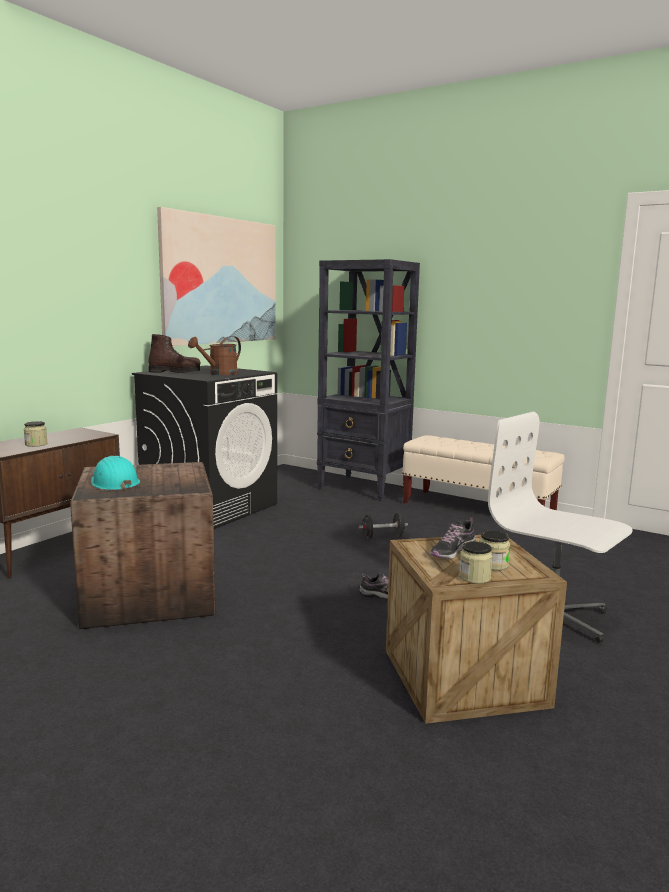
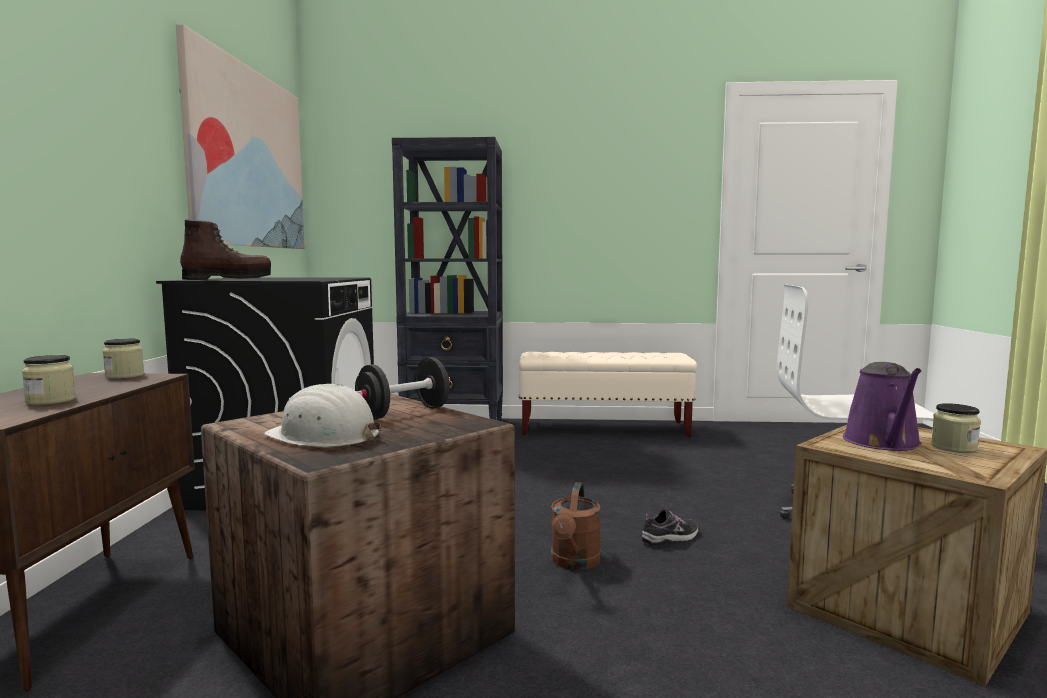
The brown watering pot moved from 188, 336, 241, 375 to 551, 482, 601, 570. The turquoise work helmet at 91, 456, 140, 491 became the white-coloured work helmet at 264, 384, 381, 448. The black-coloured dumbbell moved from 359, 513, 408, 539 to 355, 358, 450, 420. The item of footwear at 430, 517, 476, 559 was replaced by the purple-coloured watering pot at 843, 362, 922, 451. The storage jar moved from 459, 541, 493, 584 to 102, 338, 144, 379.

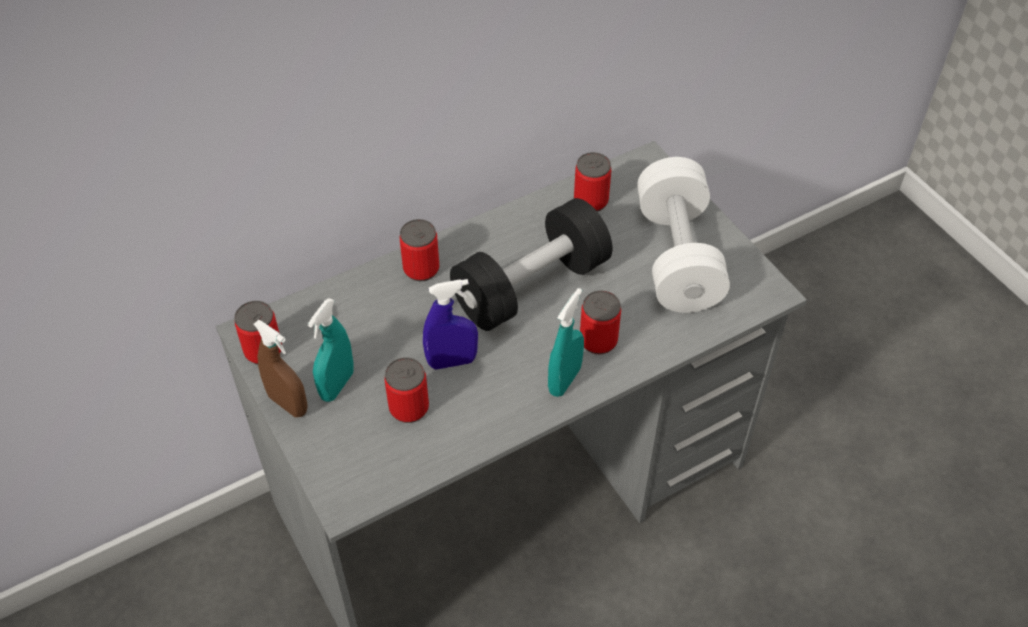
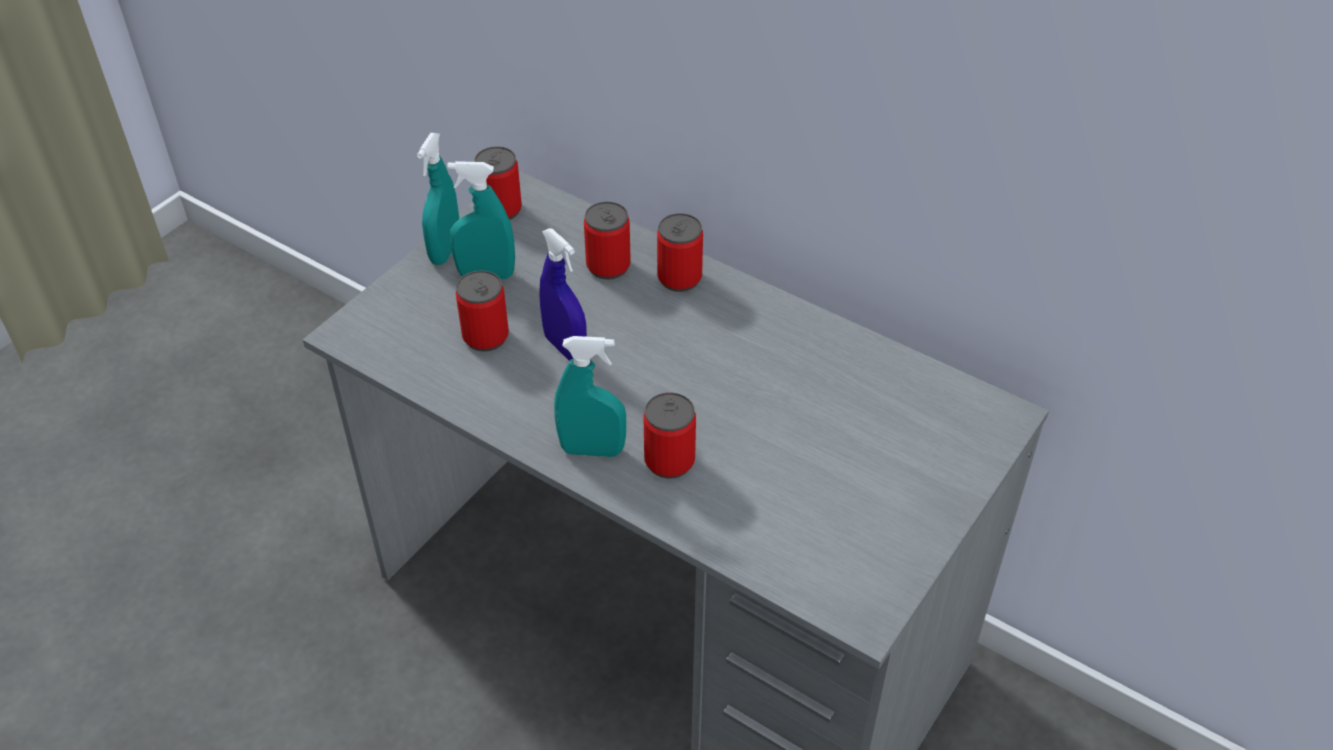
The can moved from 574, 152, 611, 212 to 584, 202, 631, 279. The white-coloured dumbbell at 637, 157, 730, 313 disappeared. The black-coloured dumbbell at 450, 198, 612, 331 disappeared. The brown hand sprayer at 254, 320, 307, 417 became the turquoise hand sprayer at 417, 133, 459, 265.

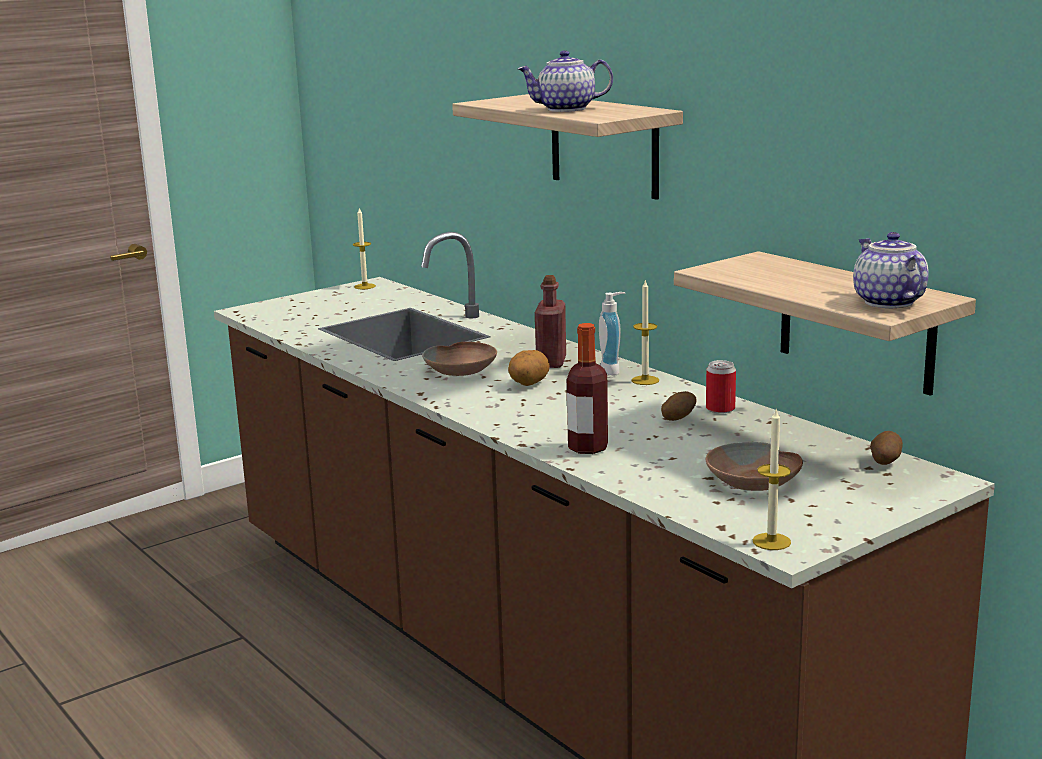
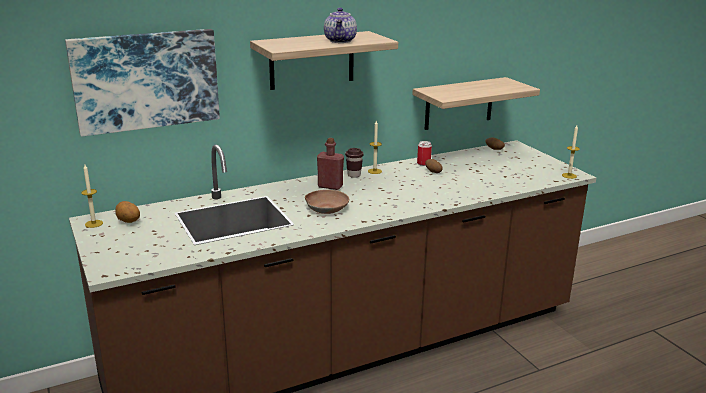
The pot for tea at 853, 232, 929, 308 disappeared. The liquid soap bottle at 599, 292, 625, 375 was replaced by the brown drinking cup at 345, 148, 364, 178. The beverage bottle at 567, 323, 608, 454 disappeared. The whole potato moved from 508, 350, 550, 386 to 115, 201, 140, 223. The brown deep dish at 706, 442, 803, 491 disappeared. The picture at 65, 29, 220, 137 appeared.

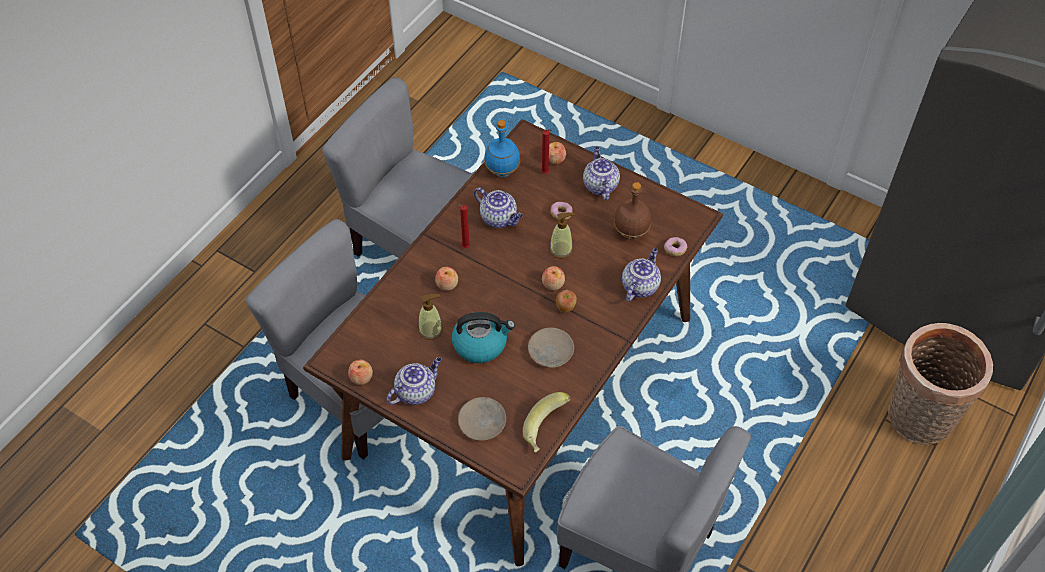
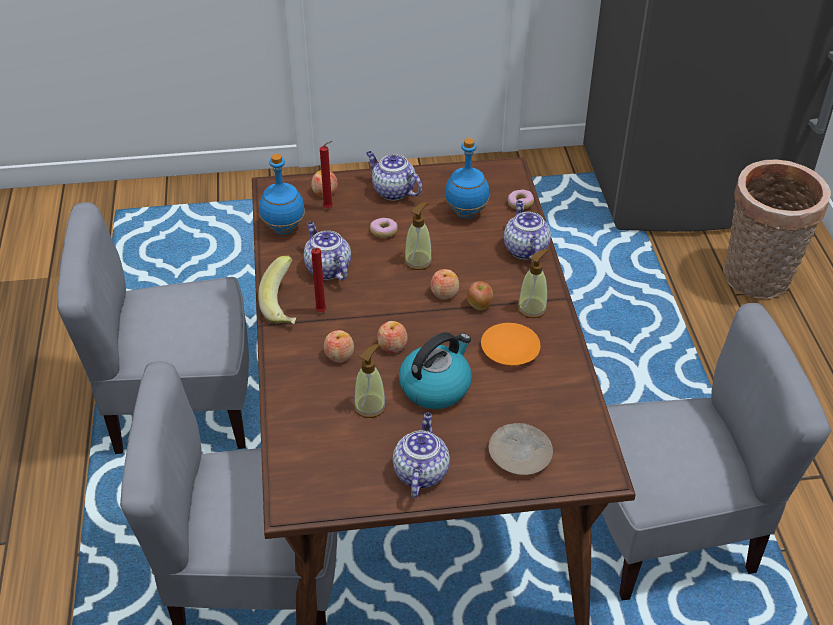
The brown beverage bottle at 614, 182, 651, 239 became the blue-coloured beverage bottle at 445, 138, 489, 218. The pot for tea at 474, 187, 523, 228 turned 120 degrees counterclockwise. The sand-coloured flat dish at 528, 328, 574, 368 became the orangey flat dish at 481, 323, 540, 366. The whole apple moved from 348, 360, 373, 385 to 377, 321, 408, 353. The banana fruit moved from 523, 392, 570, 453 to 258, 255, 296, 324. The liquid soap bottle at 517, 249, 549, 318 appeared.

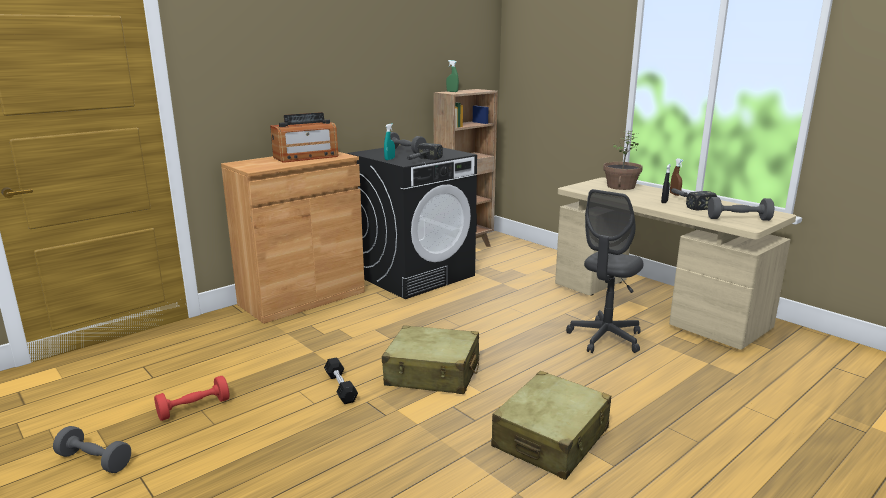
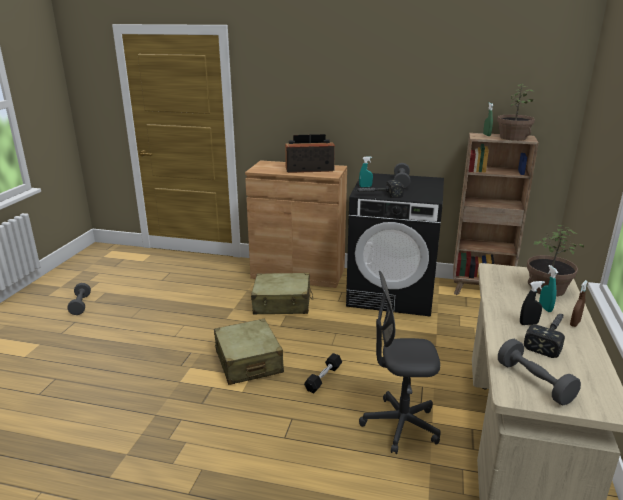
The radio at 270, 112, 339, 163 turned 150 degrees clockwise. The black-coloured dumbbell moved from 324, 357, 358, 404 to 304, 353, 342, 393. The sand-coloured suitcase moved from 491, 371, 611, 480 to 251, 273, 313, 314. The reddish dumbbell at 154, 376, 230, 421 disappeared. The plant in a pot at 497, 84, 535, 141 appeared. The turquoise hand sprayer at 539, 265, 558, 312 appeared.

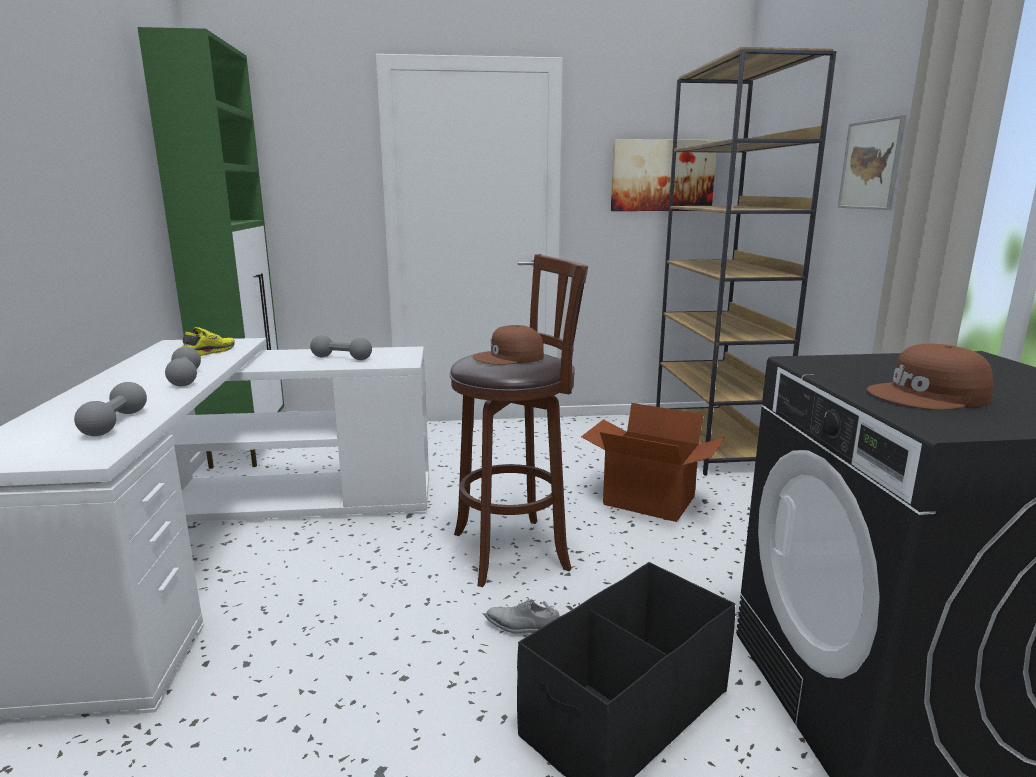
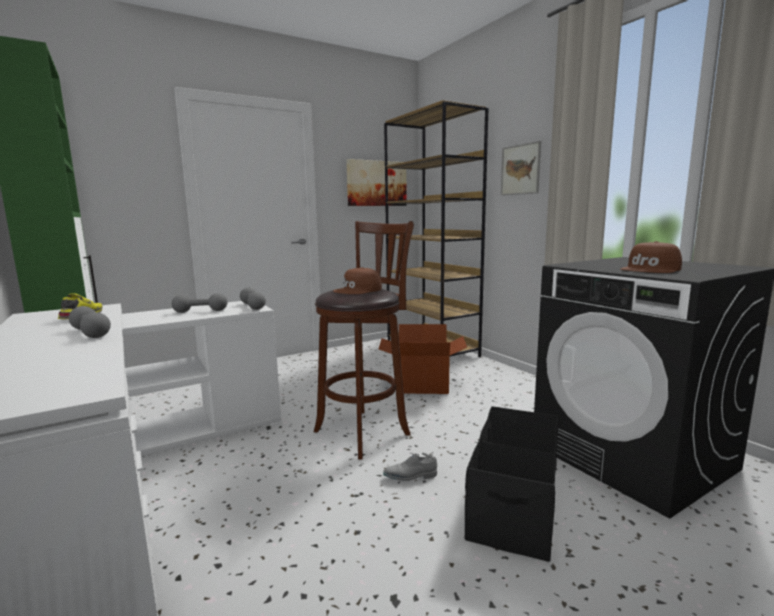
The grey dumbbell moved from 74, 382, 147, 436 to 240, 288, 266, 310.

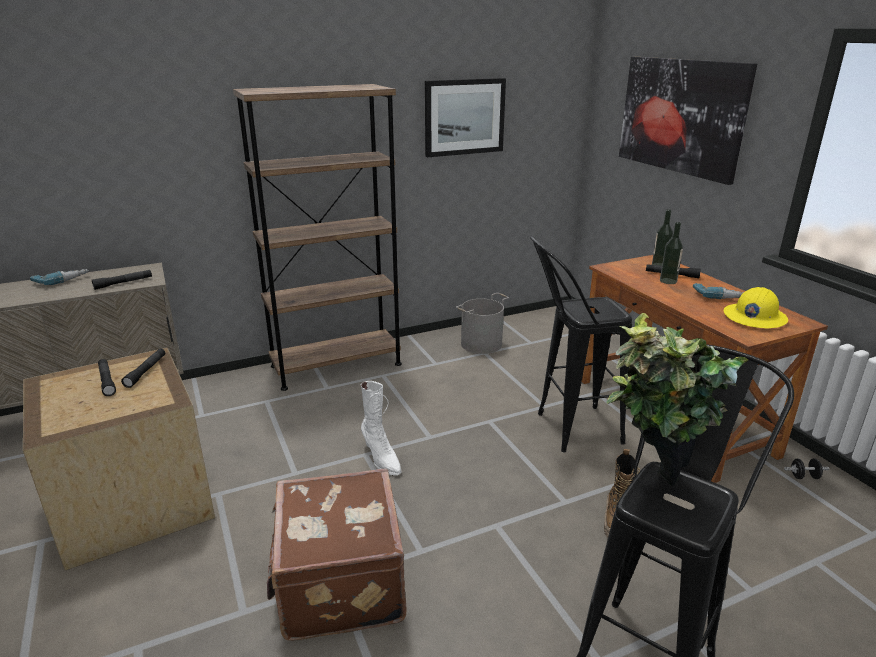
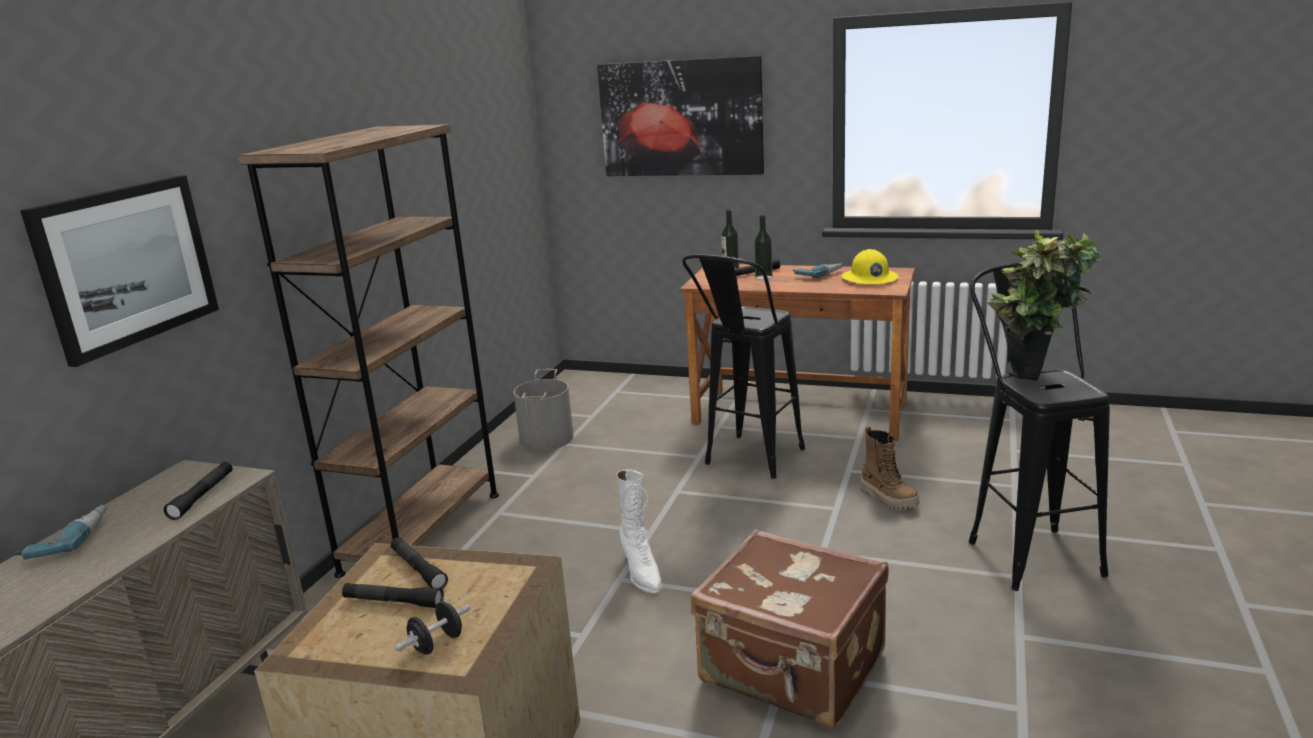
The picture moved from 425, 78, 506, 157 to 20, 176, 219, 367. The white-coloured boot at 361, 381, 401, 476 turned 60 degrees clockwise. The black-coloured dumbbell moved from 784, 458, 829, 479 to 395, 601, 471, 655.

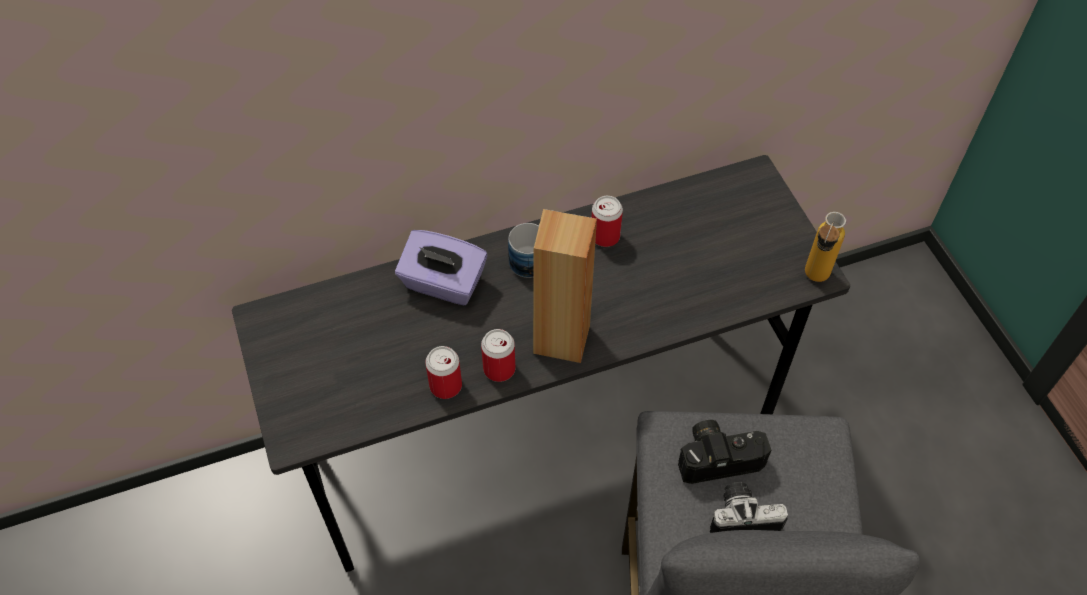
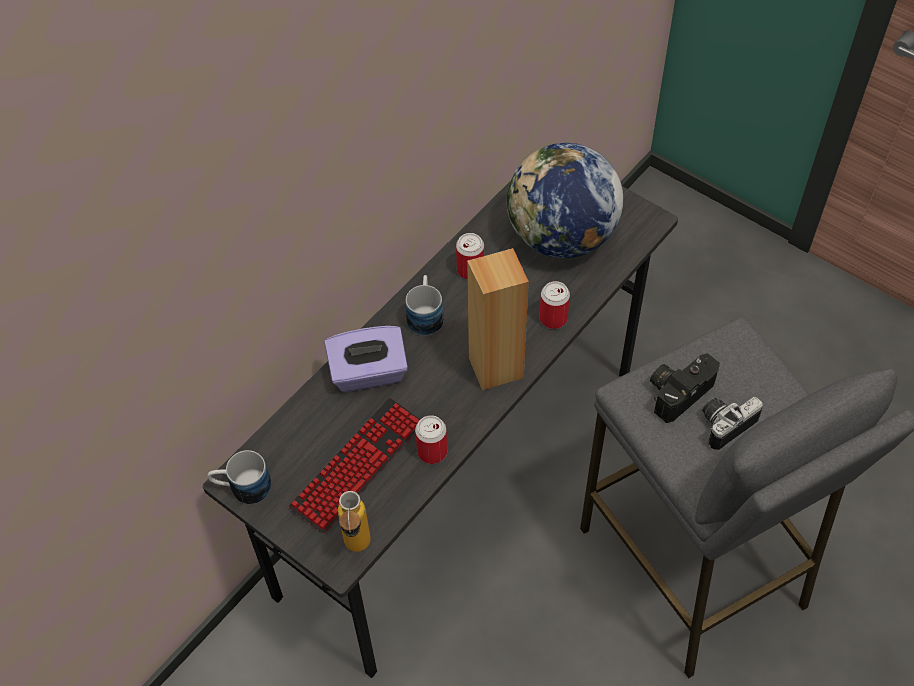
The beverage bottle moved from 805, 212, 846, 282 to 338, 491, 371, 552. The can moved from 481, 329, 516, 382 to 539, 281, 570, 329. The world globe at 507, 143, 623, 258 appeared. The computer keyboard at 288, 398, 421, 534 appeared. The mug at 207, 450, 272, 504 appeared.

